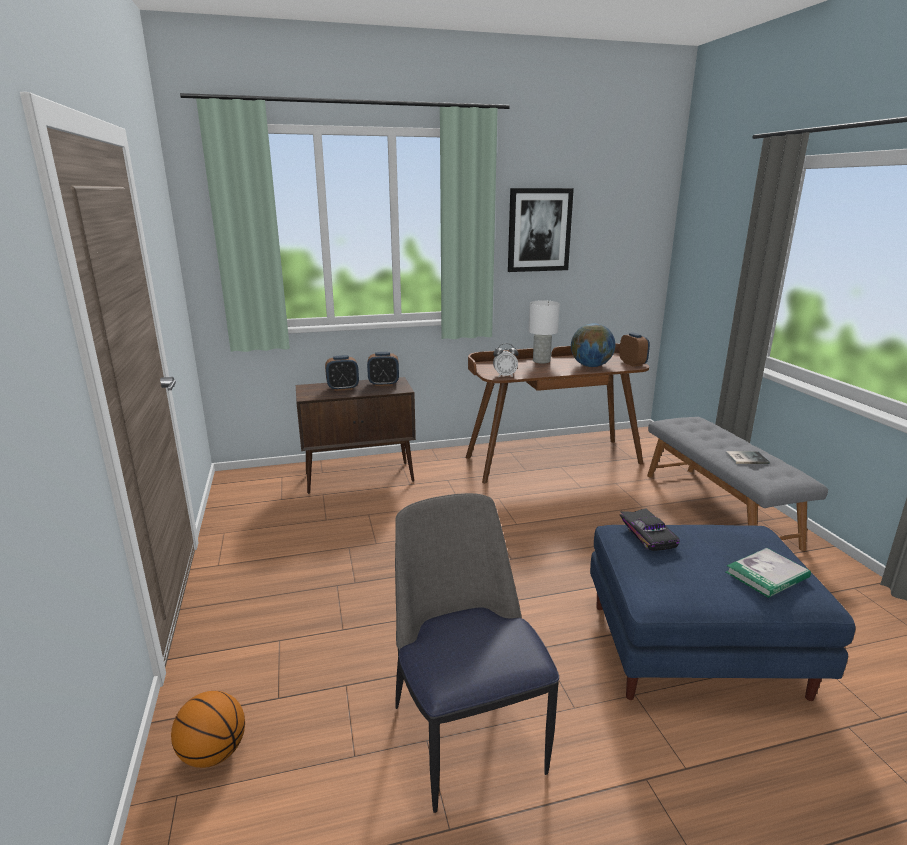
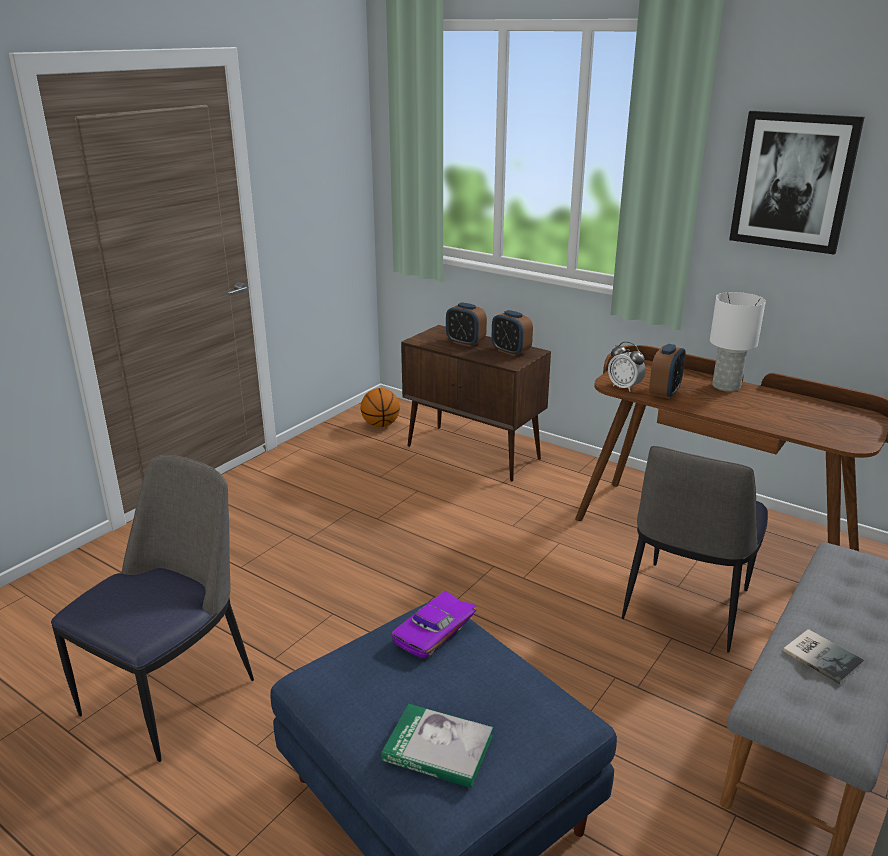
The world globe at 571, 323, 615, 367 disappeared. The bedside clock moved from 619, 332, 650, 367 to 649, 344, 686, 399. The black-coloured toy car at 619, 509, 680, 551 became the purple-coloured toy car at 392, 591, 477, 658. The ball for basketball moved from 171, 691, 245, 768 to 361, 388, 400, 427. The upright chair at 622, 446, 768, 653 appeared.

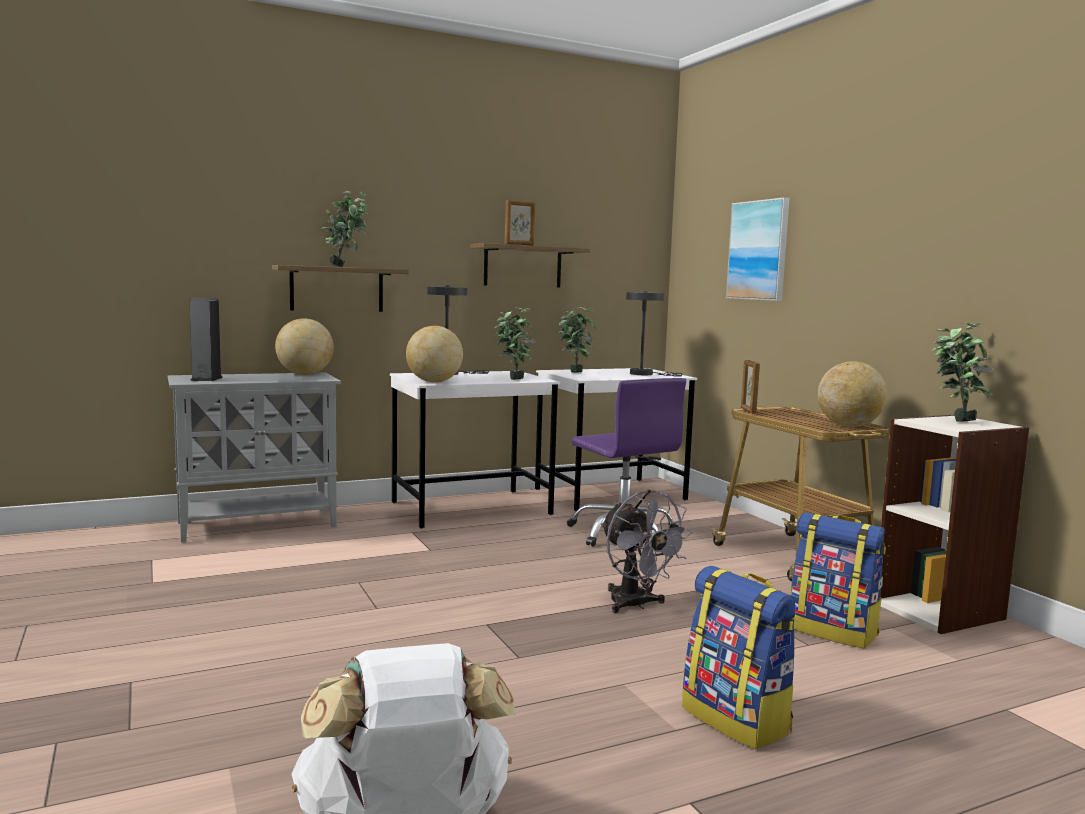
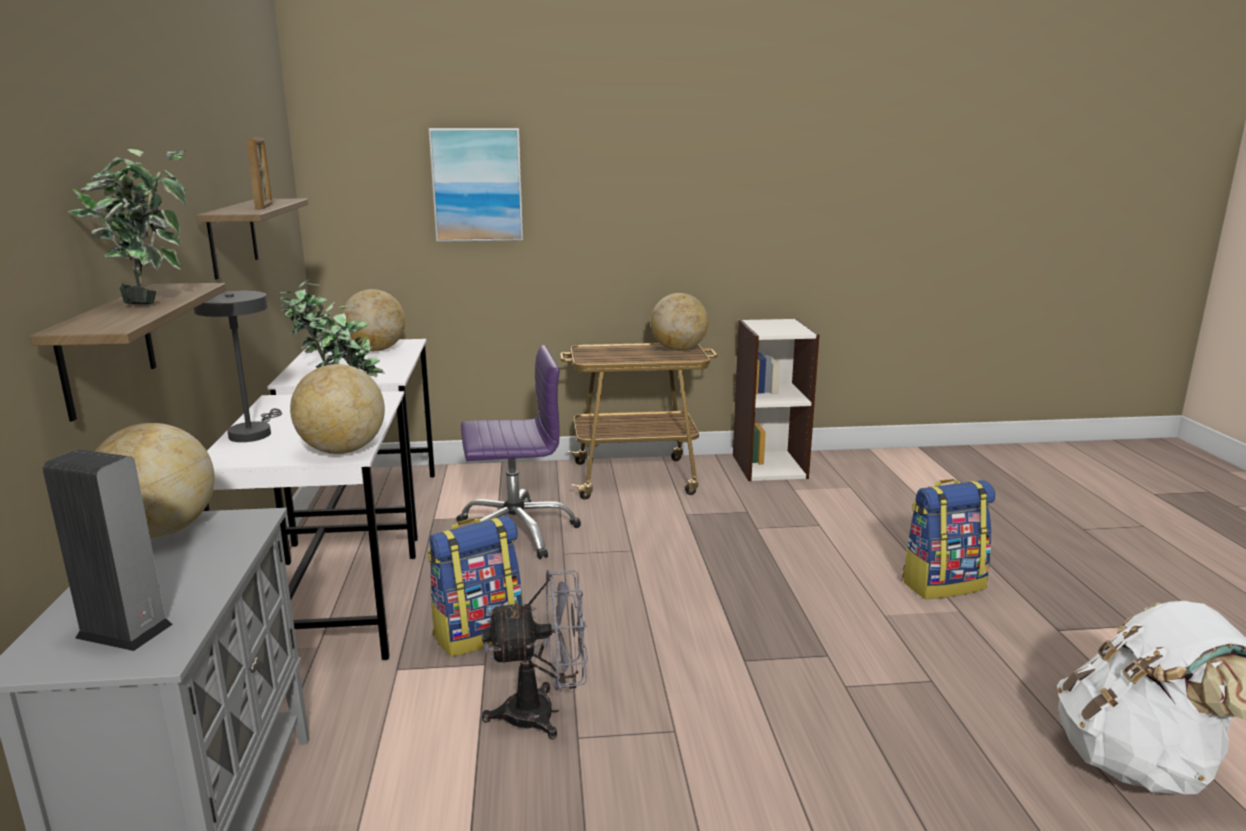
The grey tabletop lamp at 626, 291, 683, 377 was replaced by the world globe at 341, 289, 405, 351. The plant in a pot at 932, 323, 996, 422 disappeared. The standing frame at 741, 360, 760, 414 disappeared. The grey electric fan moved from 601, 489, 693, 613 to 481, 570, 588, 739. The backpack moved from 790, 512, 886, 649 to 428, 516, 523, 657.

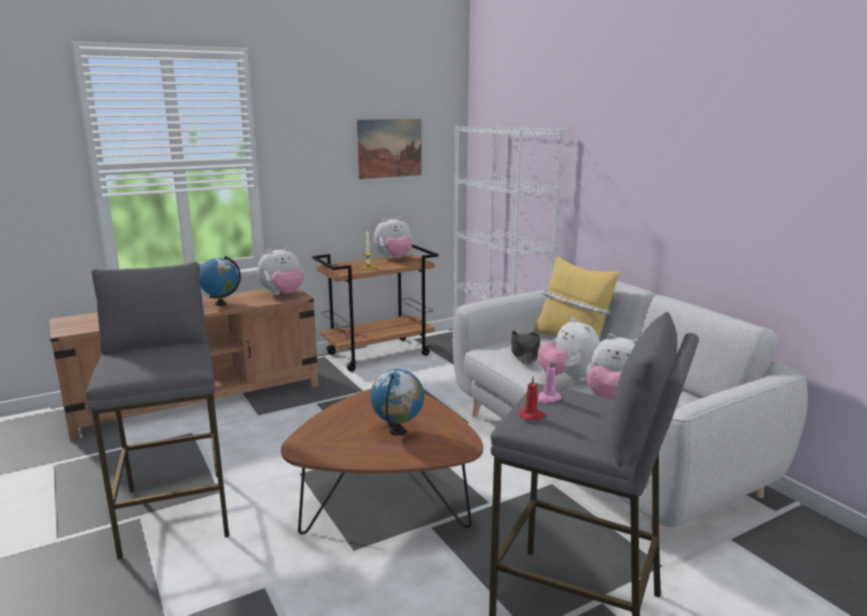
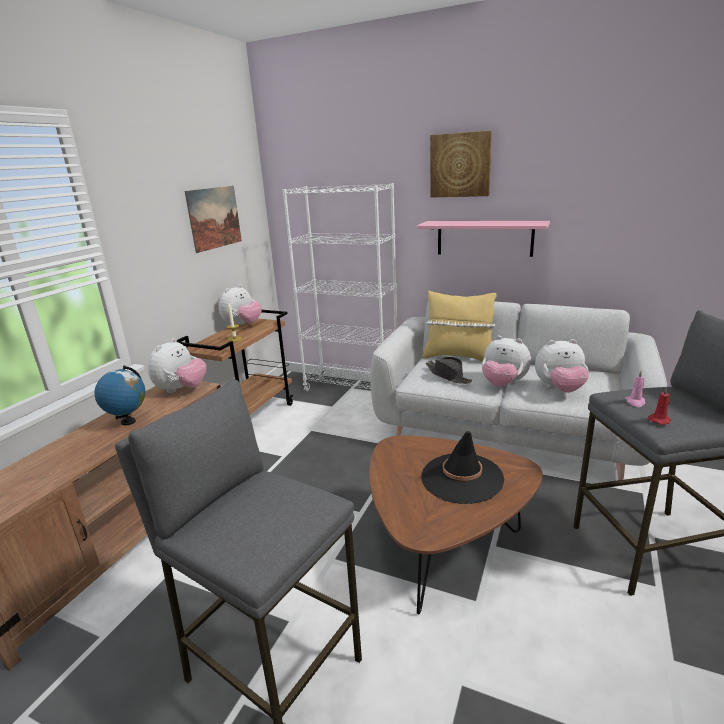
The world globe at 370, 369, 424, 436 was replaced by the black-coloured wearable hat at 421, 431, 504, 504. The picture at 430, 131, 492, 197 appeared. The pinkish wall shelf at 416, 221, 550, 257 appeared.

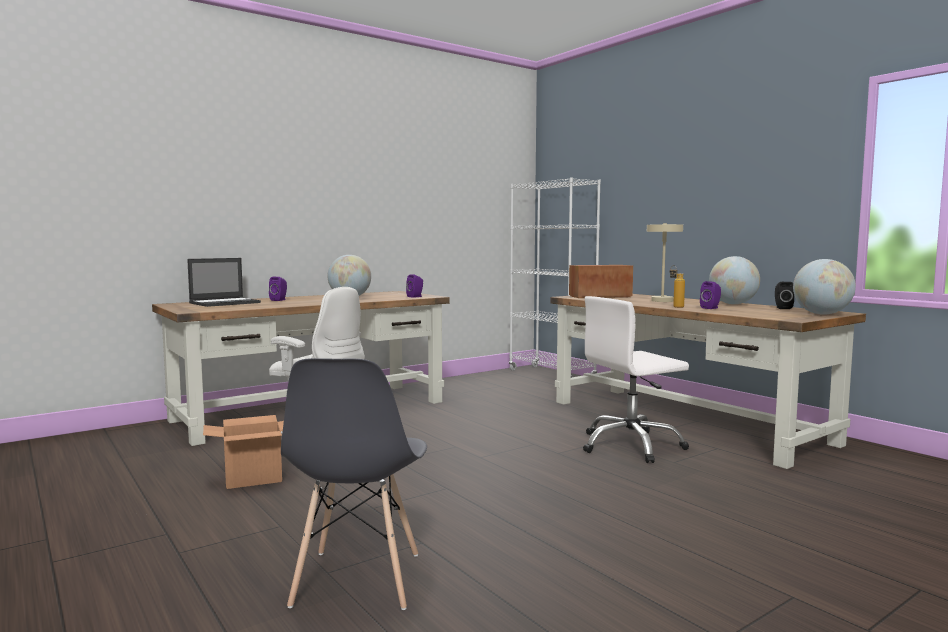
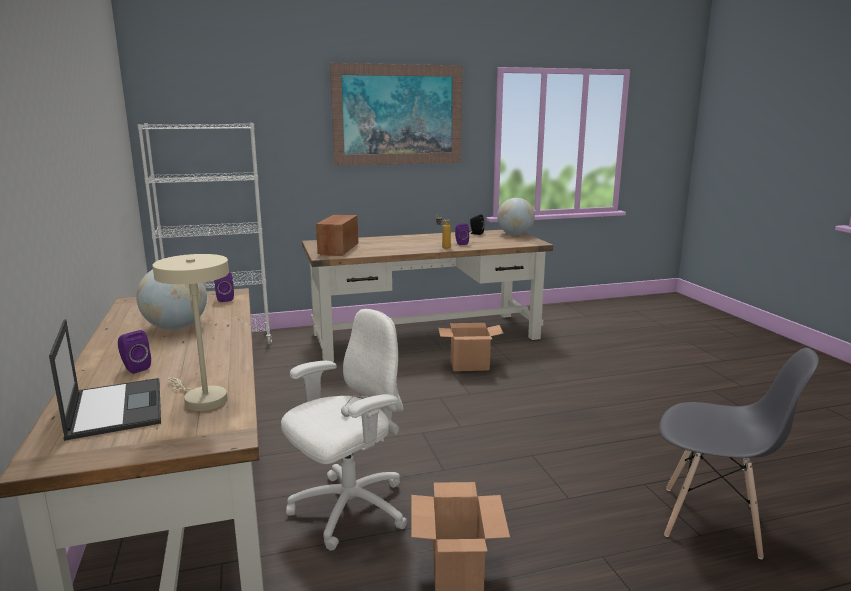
The sand-coloured tabletop lamp moved from 647, 223, 683, 302 to 152, 254, 229, 411. The world globe at 709, 256, 760, 304 disappeared. The white-coloured computer chair at 583, 296, 689, 463 was replaced by the packing box at 438, 323, 504, 371. The picture at 330, 63, 463, 166 appeared.

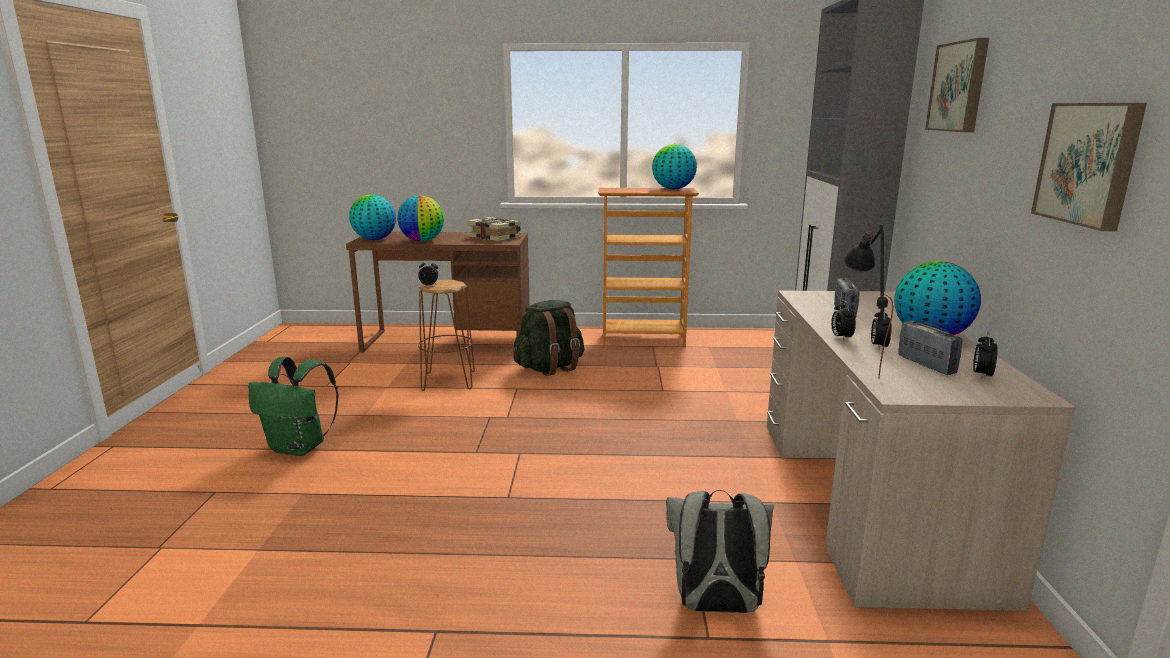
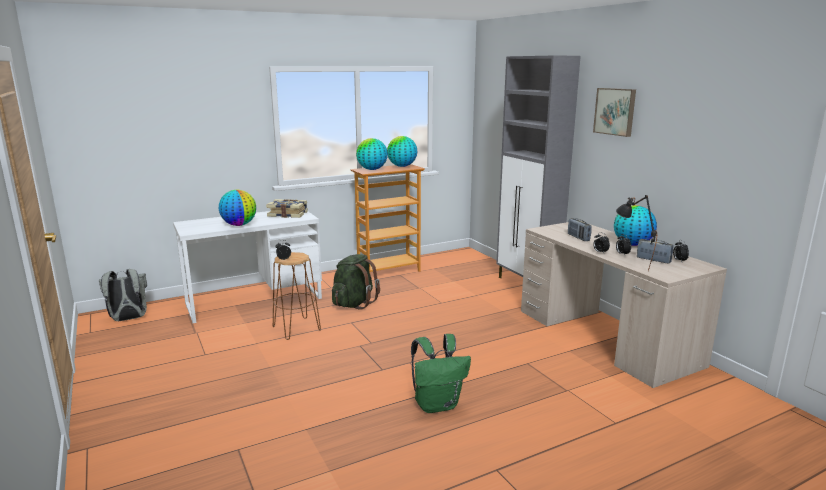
The picture at 1031, 103, 1147, 231 disappeared. The world globe moved from 349, 195, 396, 240 to 356, 138, 388, 170. The brown desk unit at 346, 232, 530, 353 became the white-coloured desk unit at 173, 211, 322, 323. The green backpack moved from 248, 357, 338, 456 to 411, 334, 471, 413. The grey backpack moved from 666, 490, 774, 613 to 99, 269, 147, 321.

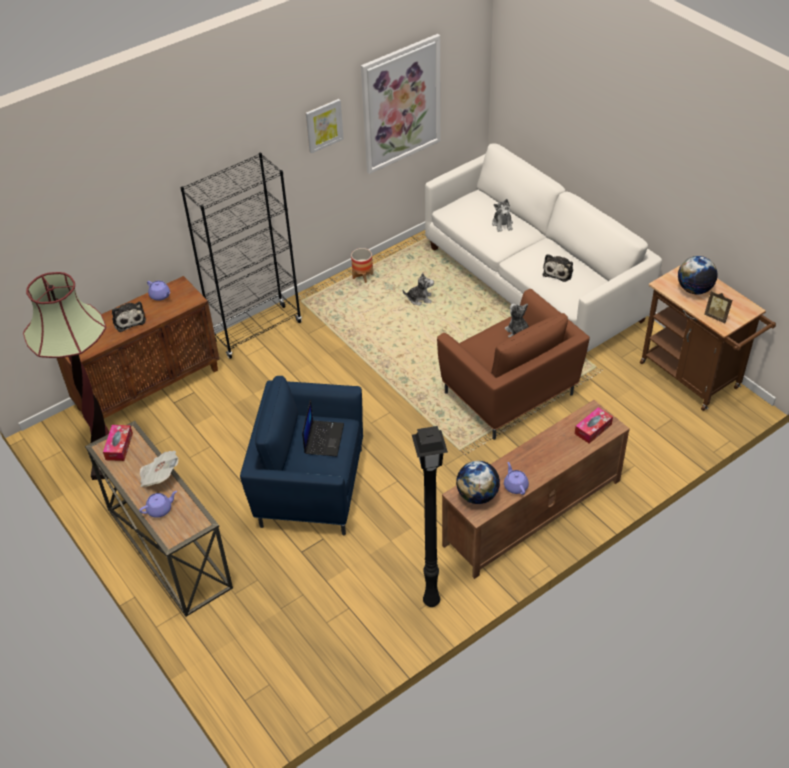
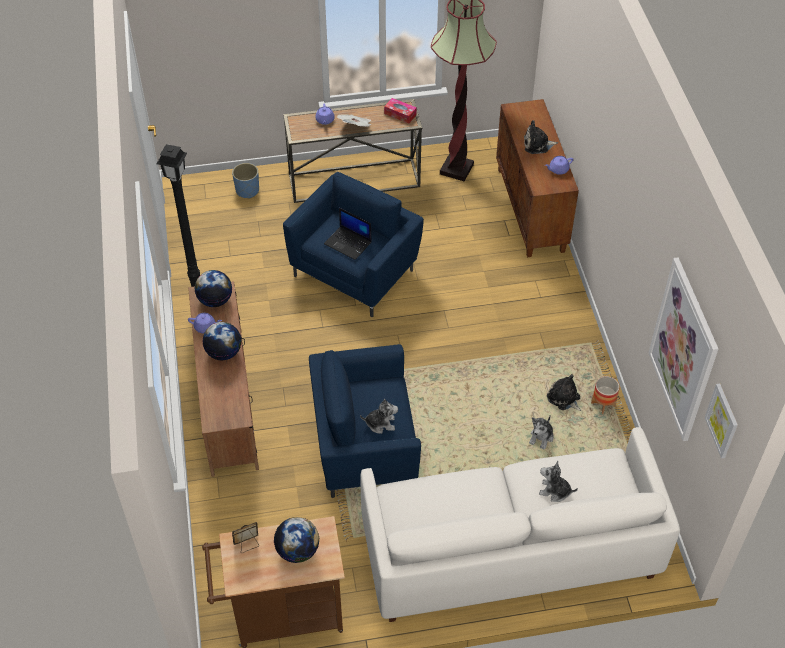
The picture moved from 306, 99, 344, 153 to 705, 384, 738, 459. The black-coloured shelving unit at 180, 153, 302, 359 disappeared. The plush toy moved from 543, 254, 573, 282 to 547, 374, 581, 411. The brown easy chair at 437, 289, 590, 440 became the blue-coloured easy chair at 309, 344, 421, 498. The box of tissues at 575, 407, 613, 444 disappeared. The blue-coloured planter at 232, 163, 259, 199 appeared. The world globe at 203, 322, 242, 360 appeared.

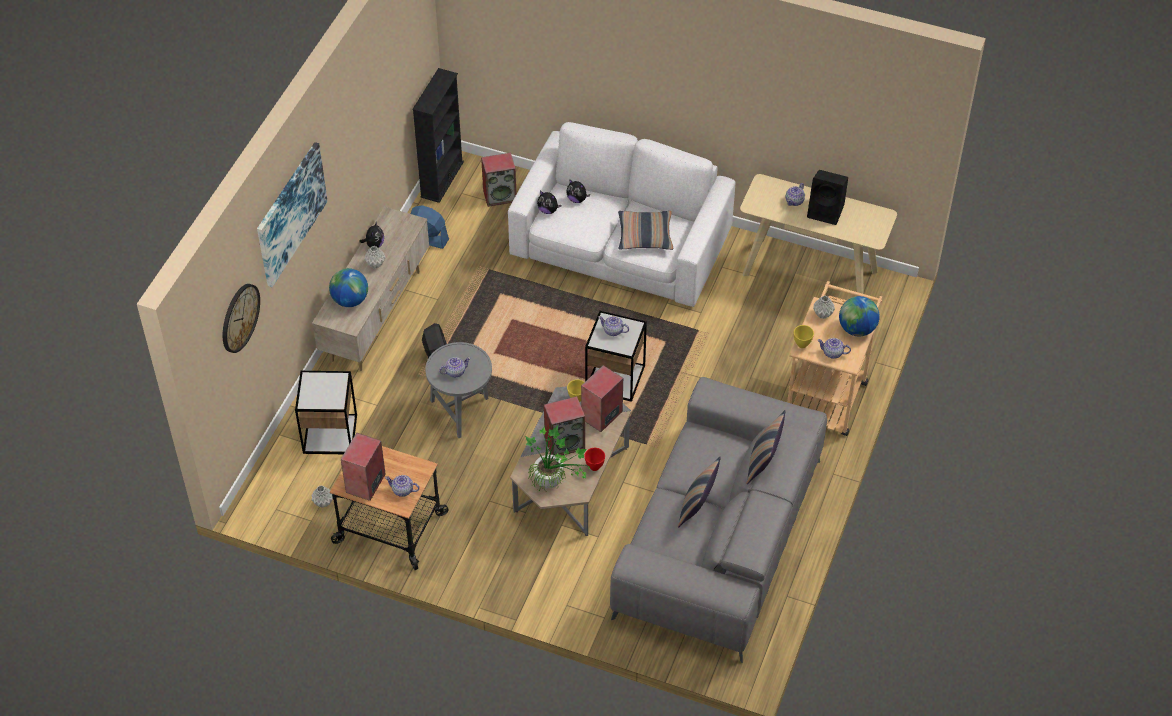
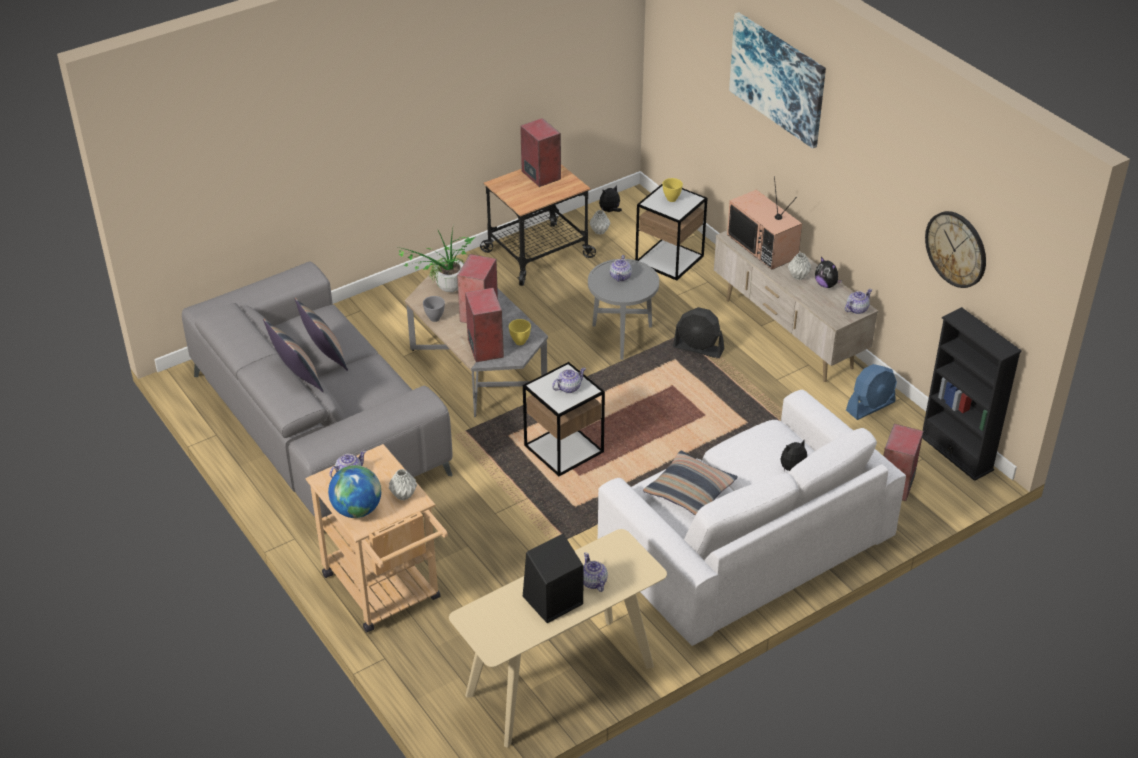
The plush toy moved from 537, 191, 561, 214 to 599, 185, 622, 212. The world globe at 329, 268, 368, 307 was replaced by the television at 727, 176, 802, 270. The clock on the wall moved from 223, 284, 260, 353 to 925, 211, 986, 288. The yellow-coloured deep dish moved from 794, 325, 814, 348 to 662, 178, 683, 202. The reddish deep dish at 585, 448, 605, 471 became the grey deep dish at 423, 296, 445, 322. The pot for tea moved from 385, 475, 420, 497 to 845, 289, 872, 314.

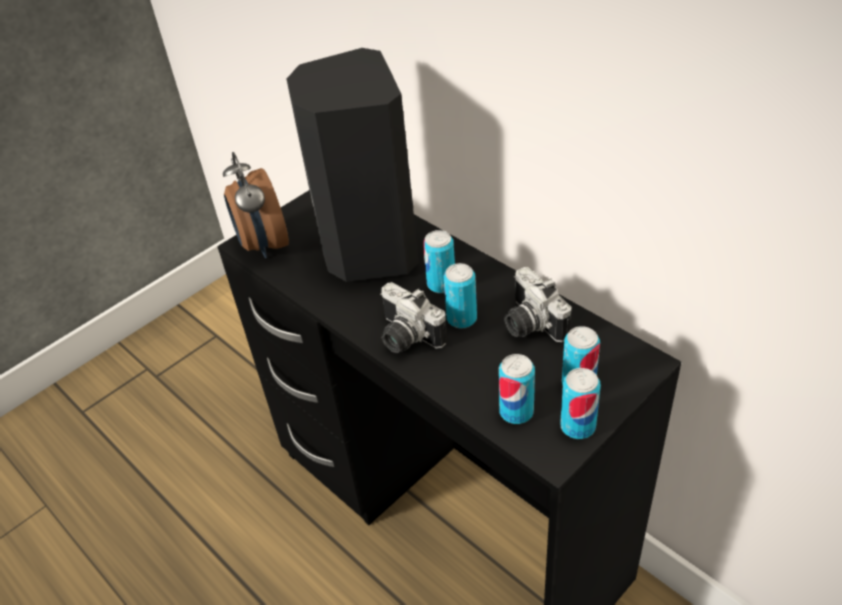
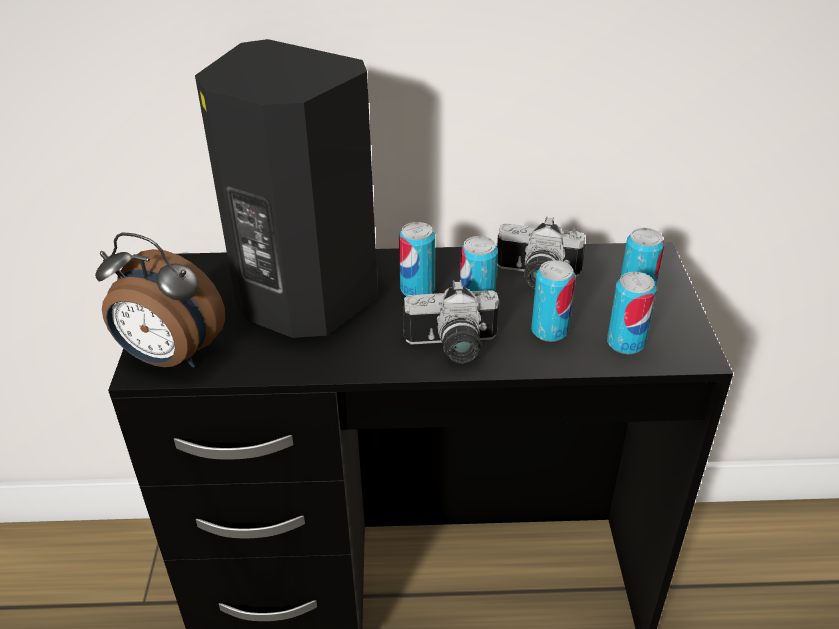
The can moved from 560, 368, 601, 439 to 531, 260, 575, 342.

